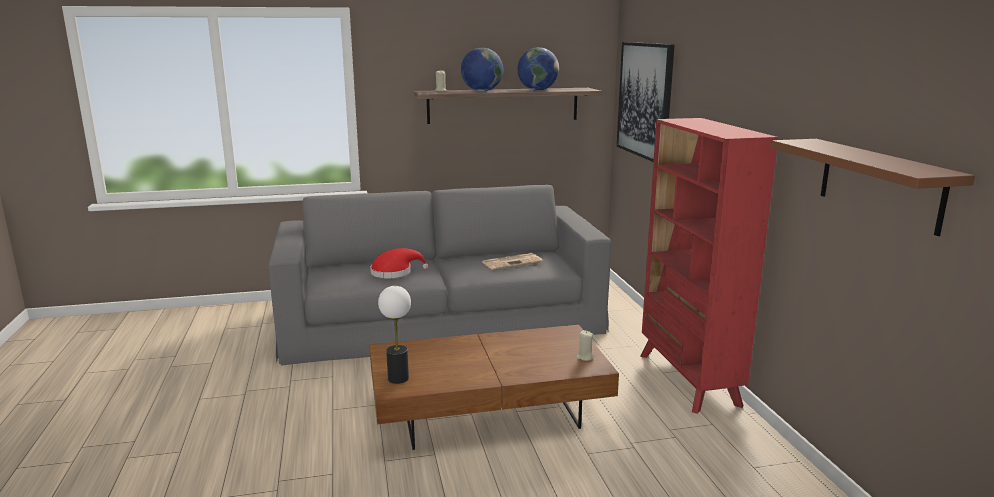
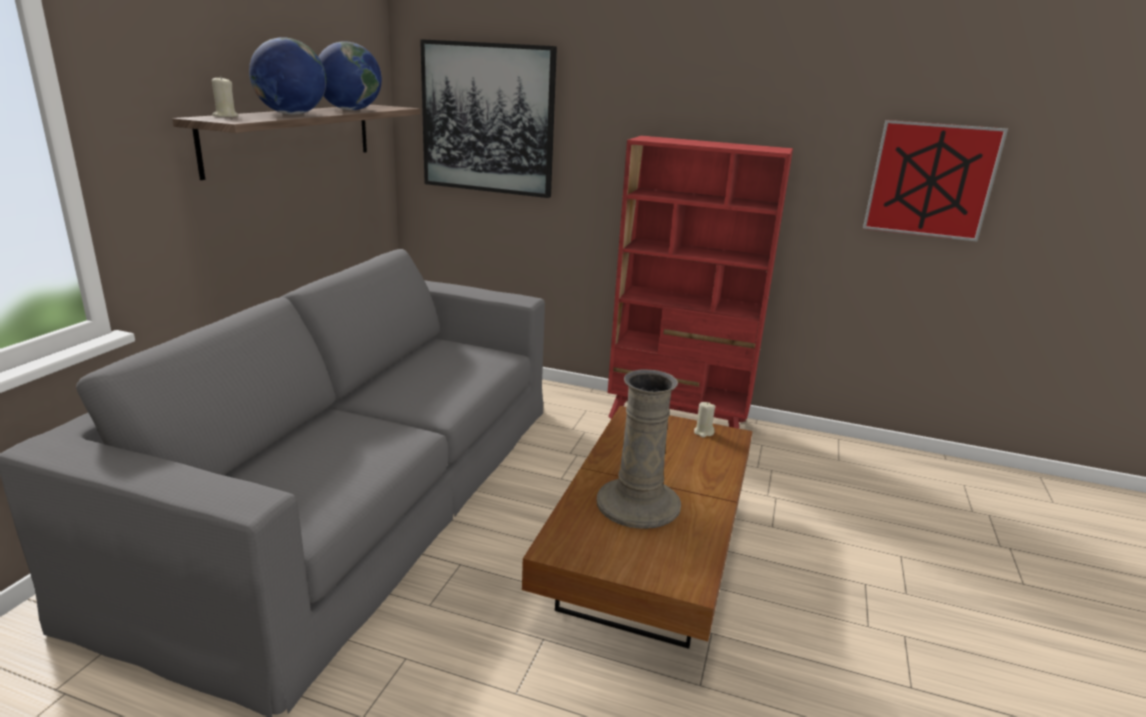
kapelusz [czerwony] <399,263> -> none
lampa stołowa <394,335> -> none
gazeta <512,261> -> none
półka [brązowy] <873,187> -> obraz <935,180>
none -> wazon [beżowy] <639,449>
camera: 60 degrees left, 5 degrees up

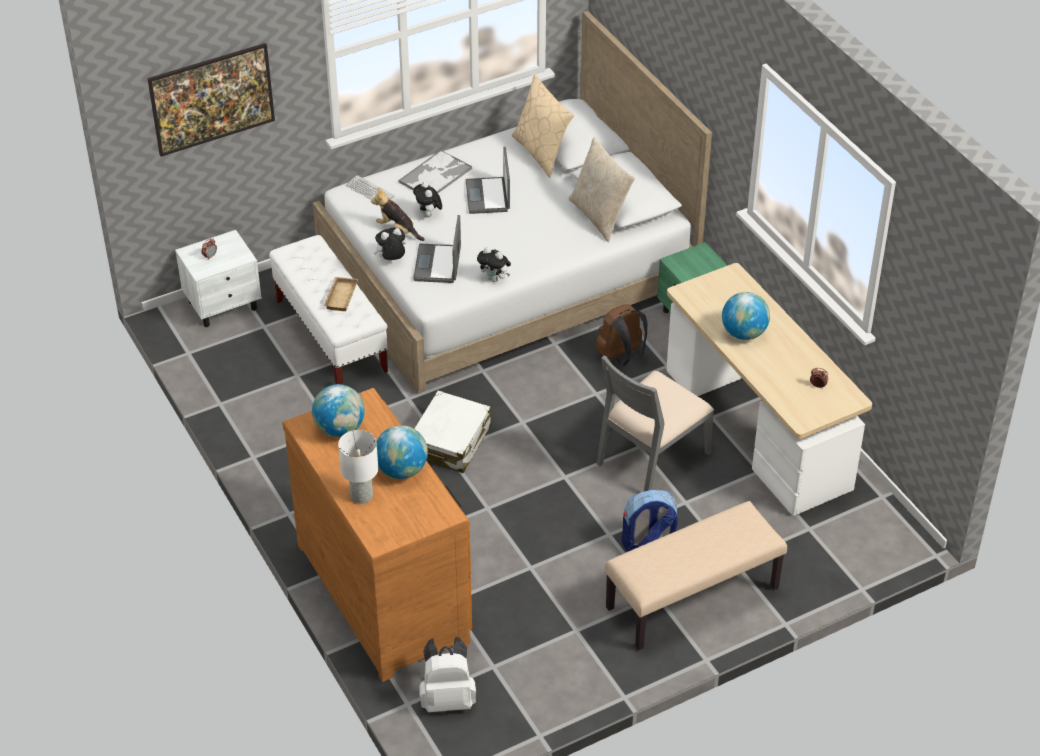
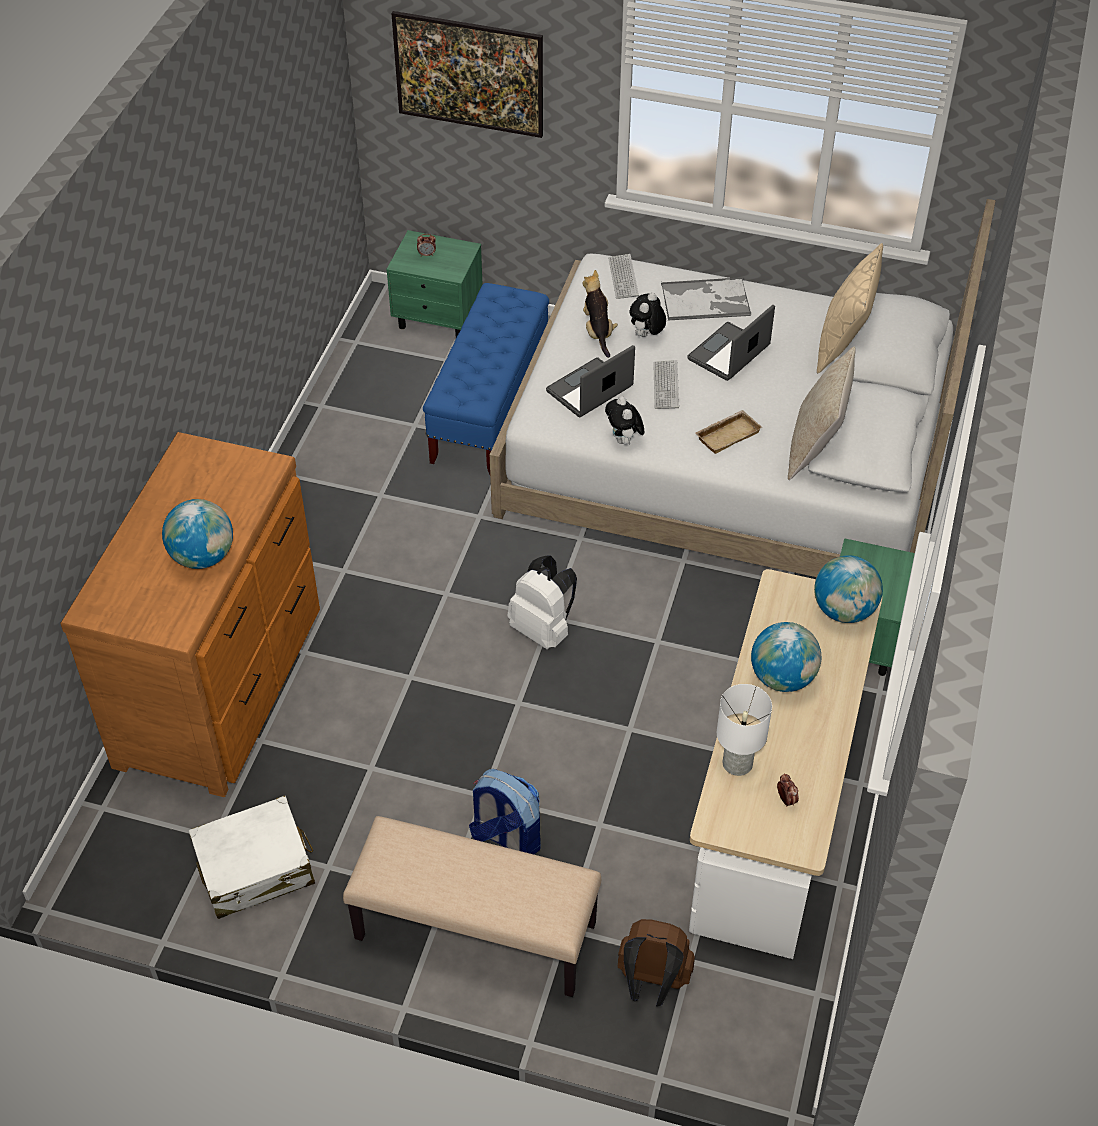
szafka nocna [biały] <218,278> -> szafka nocna [zielony] <434,284>
ławka [biały] <328,309> -> ławka [niebieski] <486,379>
globus <338,410> -> globus <848,589>, moved
taca [beżowy] <341,294> -> taca [beżowy] <729,432>, moved
lampa stołowa [biały] <358,467> -> lampa stołowa [biały] <744,730>, moved
pluszak <390,244> -> none
walizka [biały] <453,432> -> walizka [biały] <252,857>, moved
plecak [biały] <447,674> -> plecak [biały] <542,602>, moved
plecak [brązowy] <621,335> -> plecak [brązowy] <656,962>, moved
krzesło [szary] <655,423> -> none
none -> klawiatura <666,384>
camera: 45 degrees right, 5 degrees up

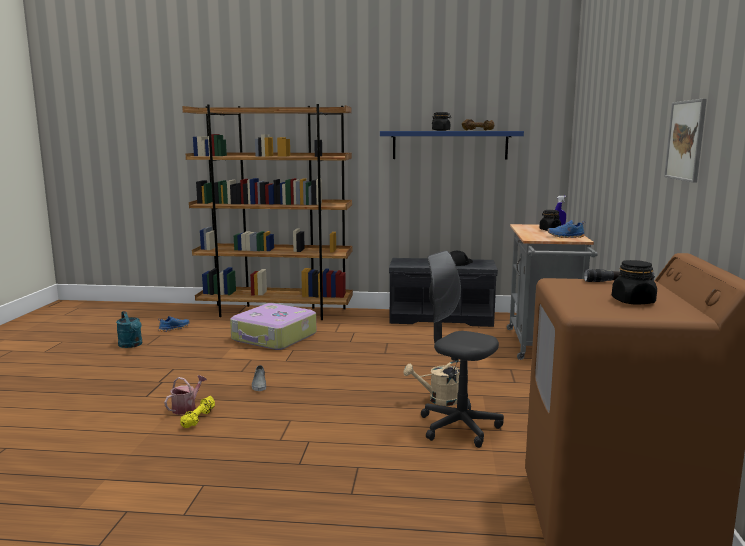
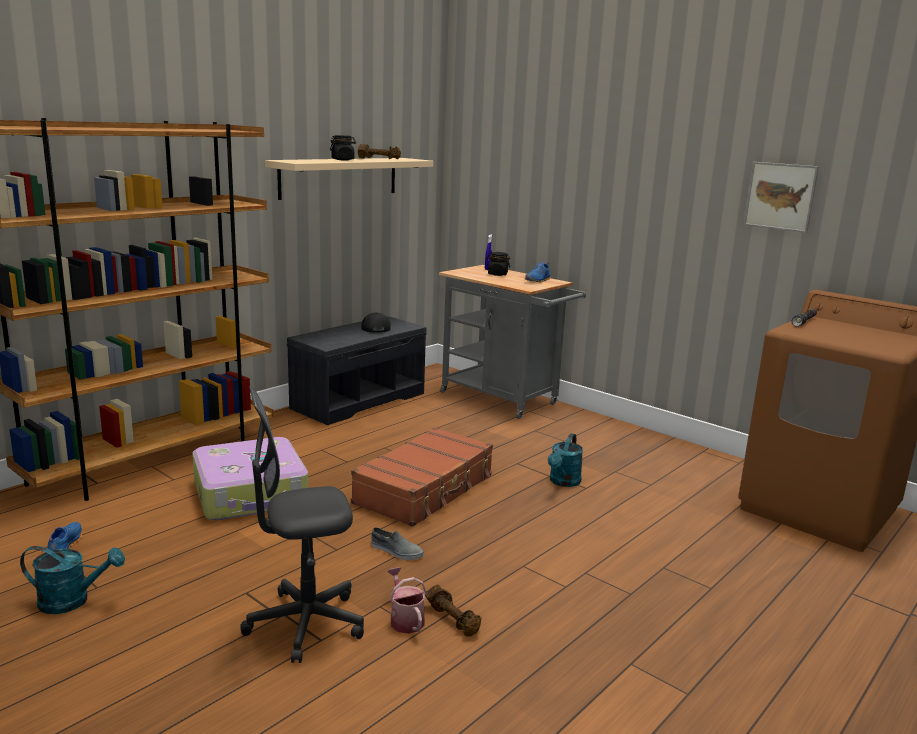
hantel [żółty] <197,412> -> hantel [brązowy] <453,611>
półka [niebieski] <452,145> -> półka [beżowy] <349,179>
konewka [beżowy] <436,383> -> konewka [turkusowy] <565,460>
krzesło biurowe [szary] <462,349> -> krzesło biurowe [szary] <302,524>, moved
słoik [czarny] <634,282> -> none
none -> walizka [brązowy] <422,477>
camera: 55 degrees left, 5 degrees up

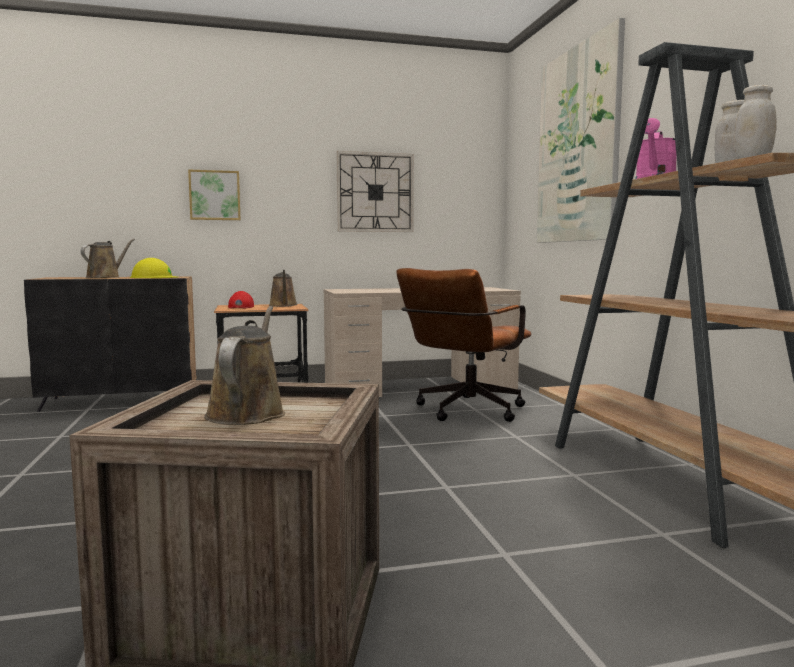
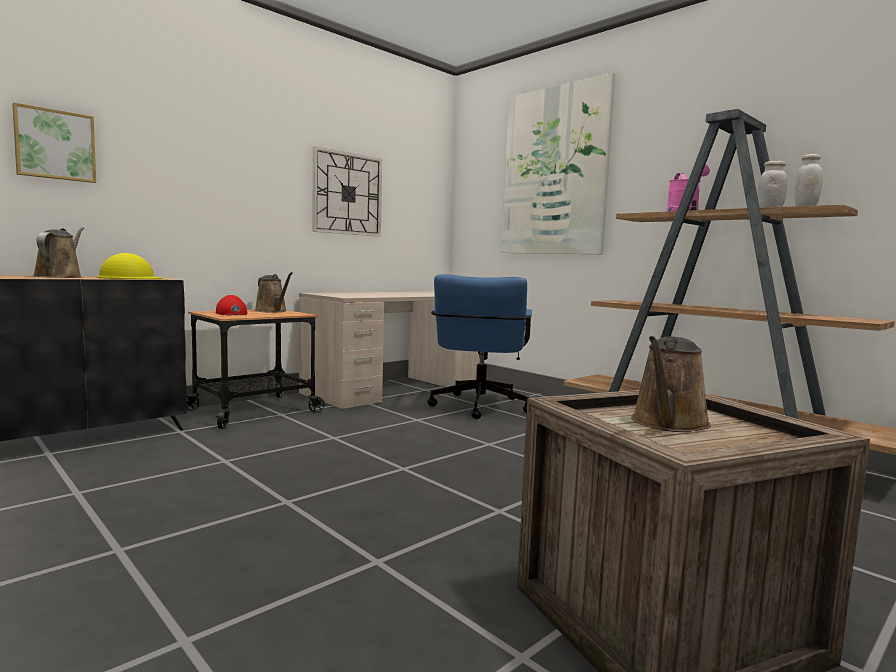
obraz <214,195> -> obraz <54,143>, moved
konewka [brązowy] <244,365> -> konewka [brązowy] <671,384>, 120 degrees counterclockwise
krzesło biurowe [brązowy] <463,345> -> krzesło biurowe [niebieski] <479,346>
camera: 30 degrees left, 0 degrees up

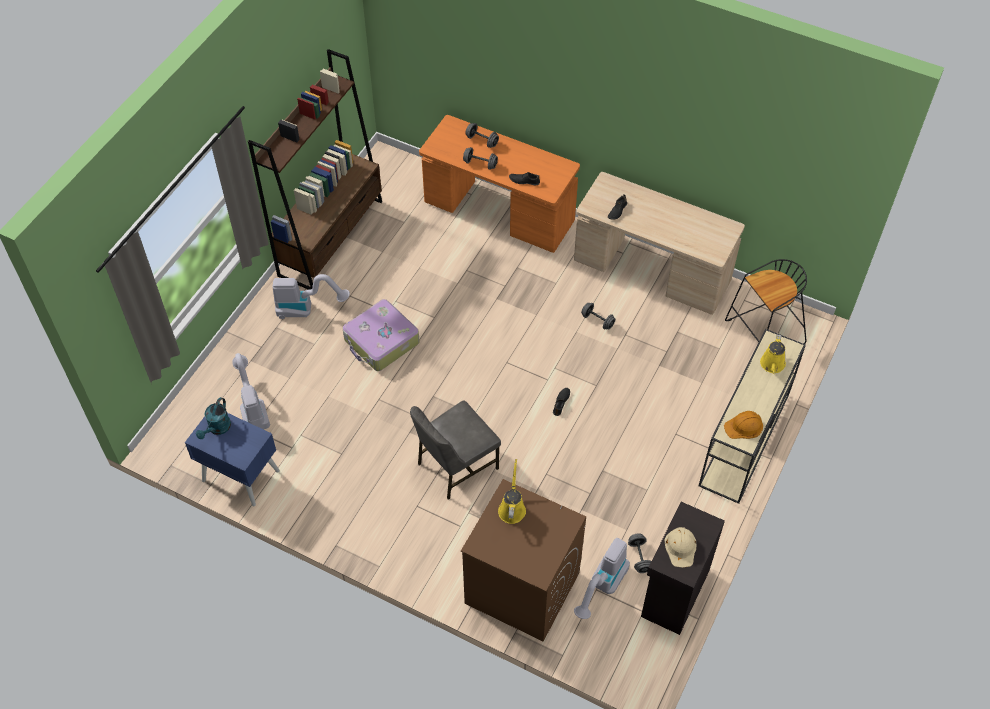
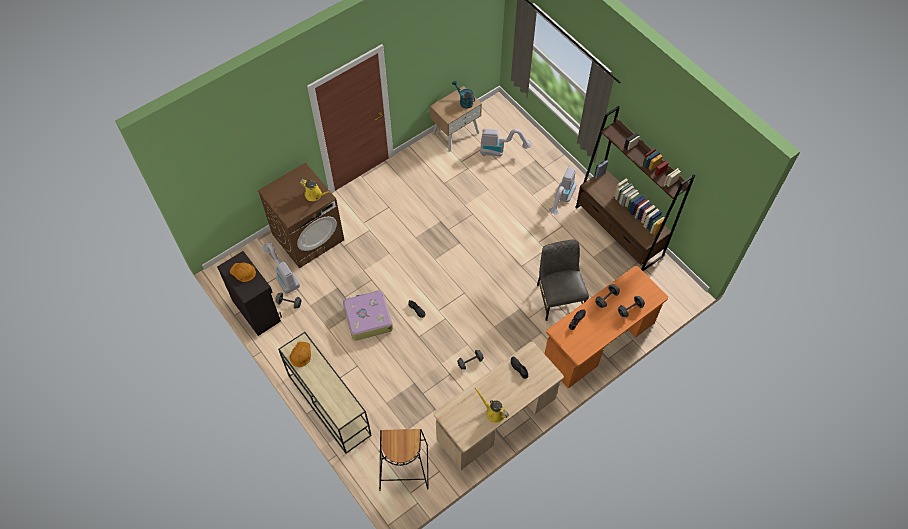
szafka nocna [niebieski] <232,460> -> szafka nocna [beżowy] <456,119>
walizka <381,335> -> walizka <368,315>, moved
krzesło [szary] <455,450> -> krzesło [szary] <563,280>, moved
kask [beżowy] <680,547> -> kask [pomarańczowy] <243,272>
konewka [żółty] <773,354> -> konewka [żółty] <491,405>, moved
camera: 115 degrees right, 5 degrees up

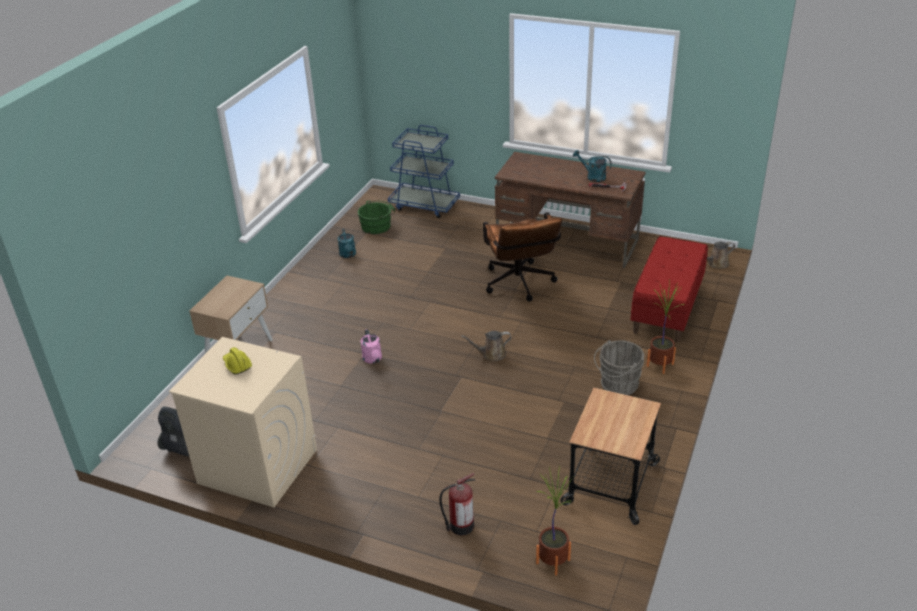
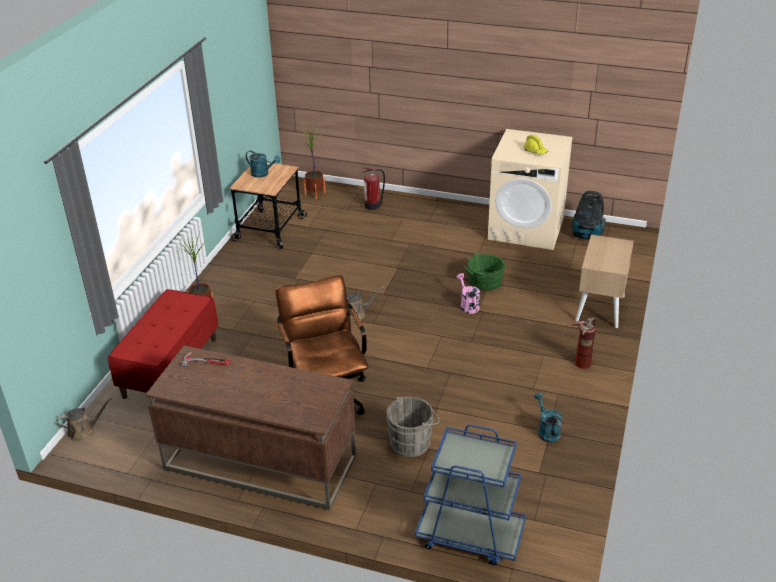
wiadro [zielony] <376,217> -> wiadro [zielony] <484,271>, moved
konewka [turkusowy] <592,166> -> konewka [turkusowy] <263,164>, moved
wiadro [szary] <619,367> -> wiadro [szary] <413,427>, moved
none -> gaśnica <583,343>
camera: 175 degrees right, 0 degrees up

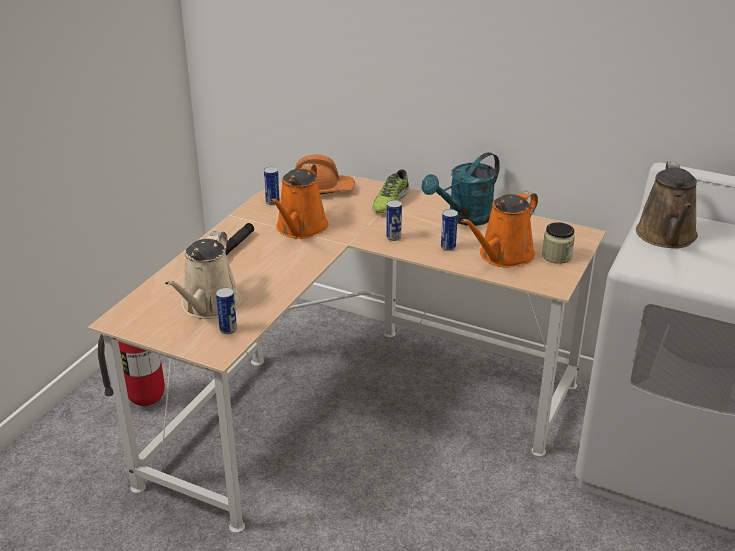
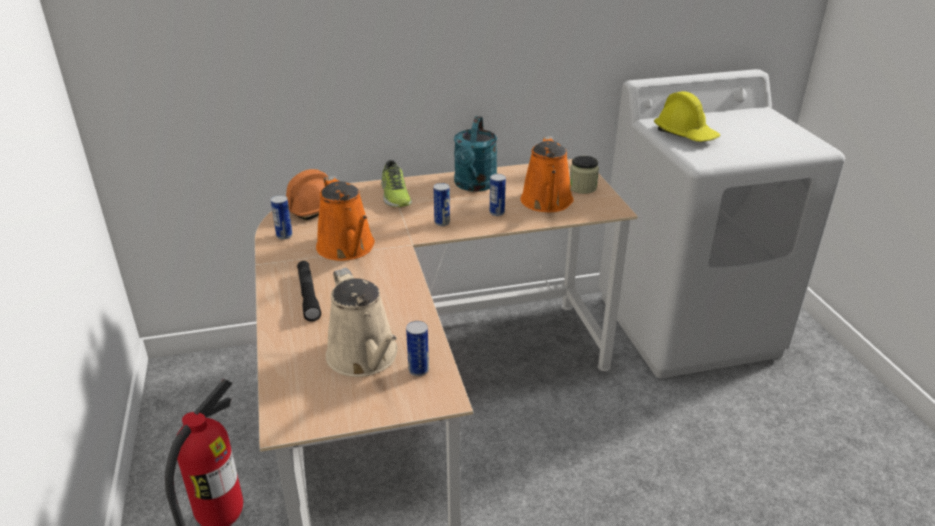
konewka [brązowy] <667,204> -> kask [żółty] <687,116>
camera: 40 degrees left, 0 degrees up

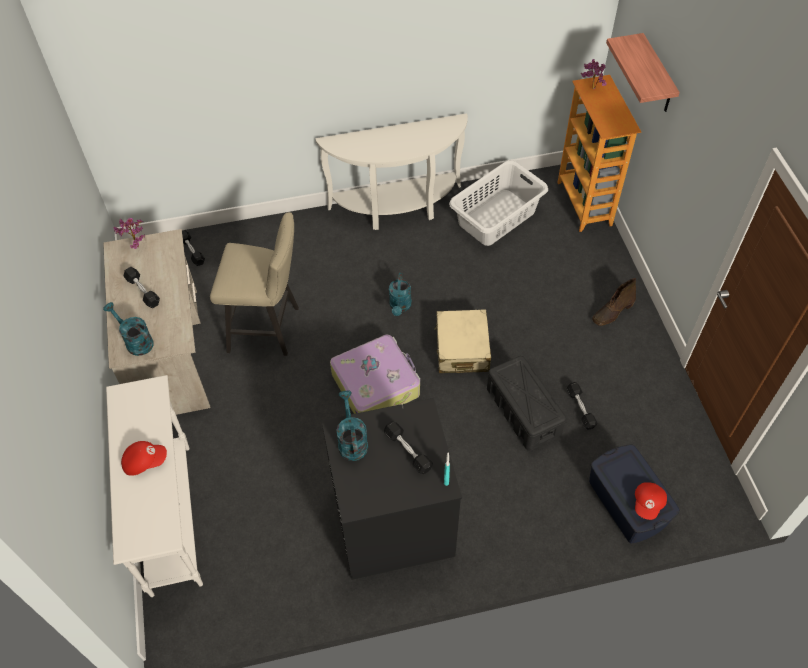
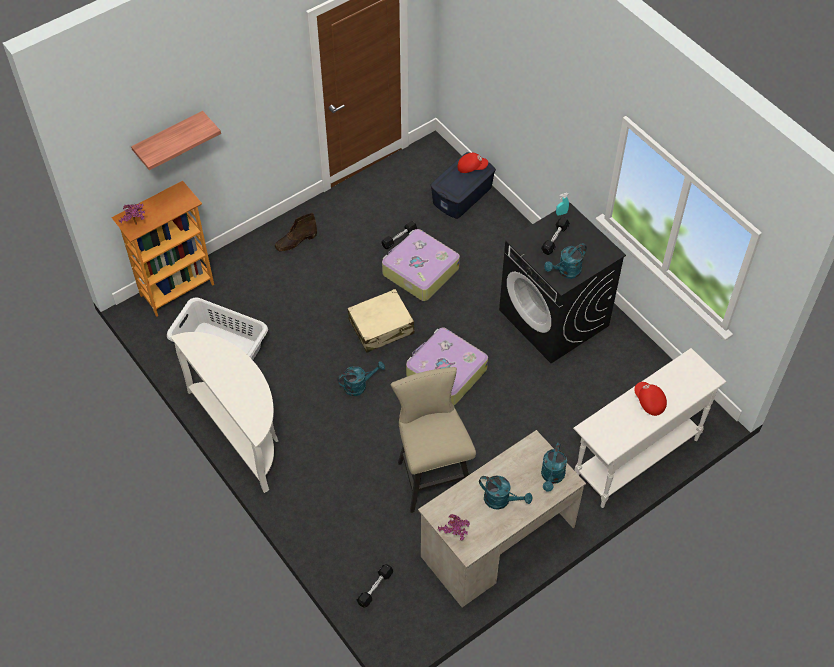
hantel [czarny] <142,287> -> konewka [turkusowy] <505,492>
pojemnik do przechowywania [czarny] <526,403> -> walizka <421,265>
but z cholewką [brązowy] <614,302> -> but z cholewką [brązowy] <296,232>, 120 degrees clockwise
camera: 115 degrees left, 0 degrees up

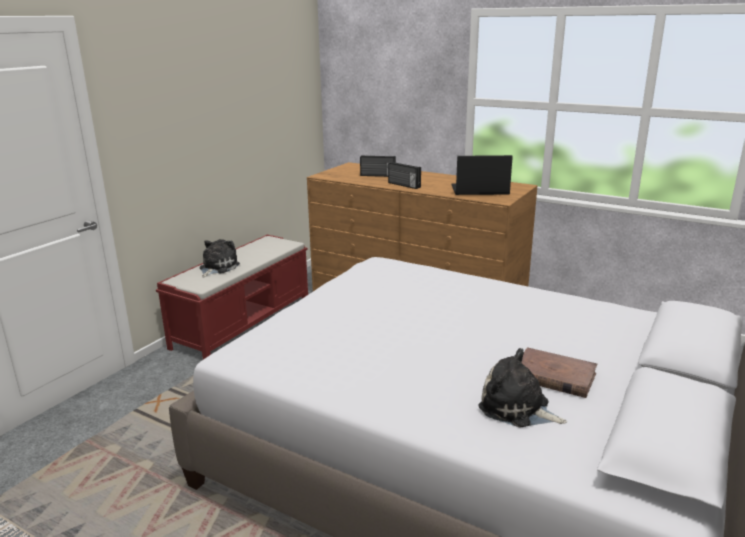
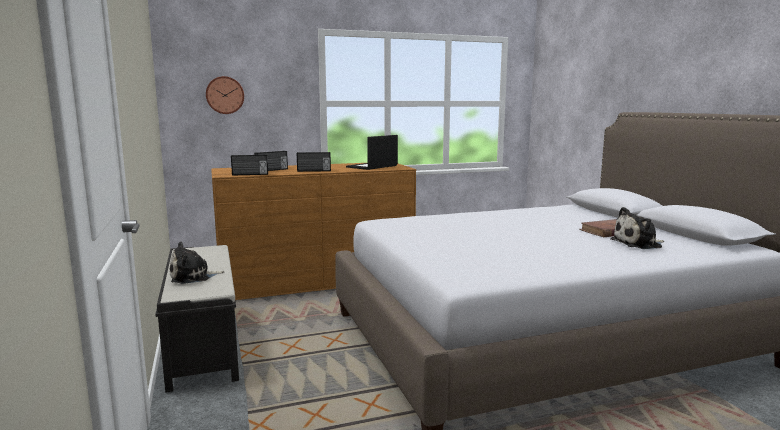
ławka [czerwony] <232,297> -> ławka [czarny] <197,319>
pluszak <219,258> -> pluszak <197,262>, 90 degrees counterclockwise
none -> zegar ścienny <225,95>
none -> radio <249,165>
camera: 50 degrees left, 10 degrees down

